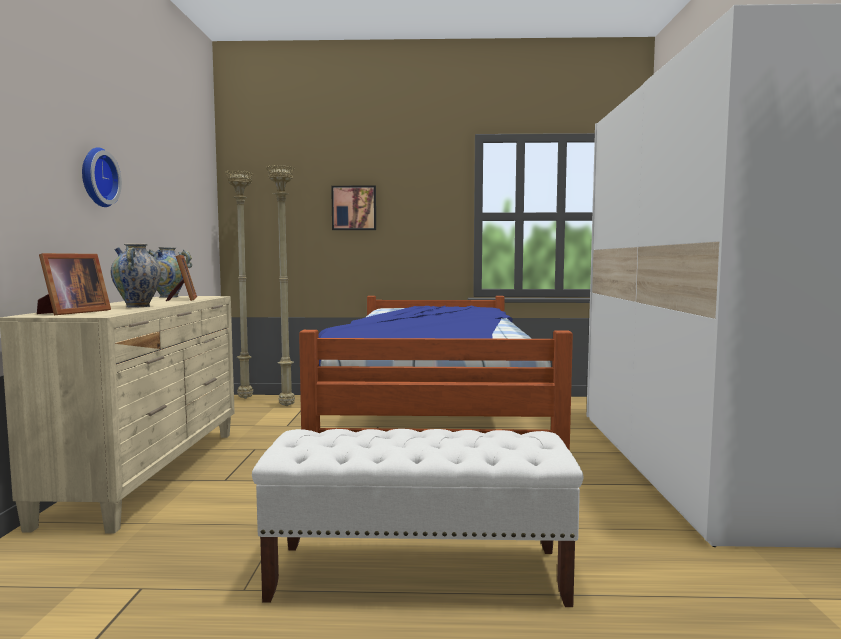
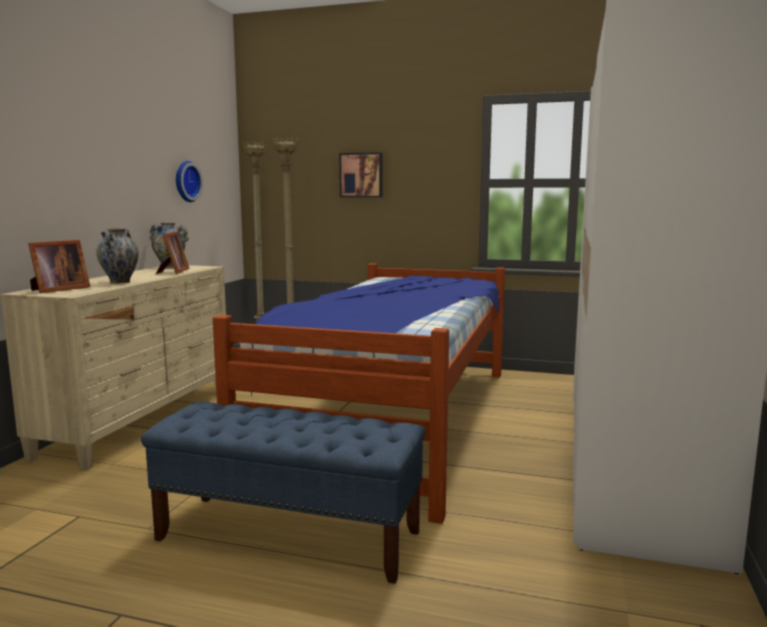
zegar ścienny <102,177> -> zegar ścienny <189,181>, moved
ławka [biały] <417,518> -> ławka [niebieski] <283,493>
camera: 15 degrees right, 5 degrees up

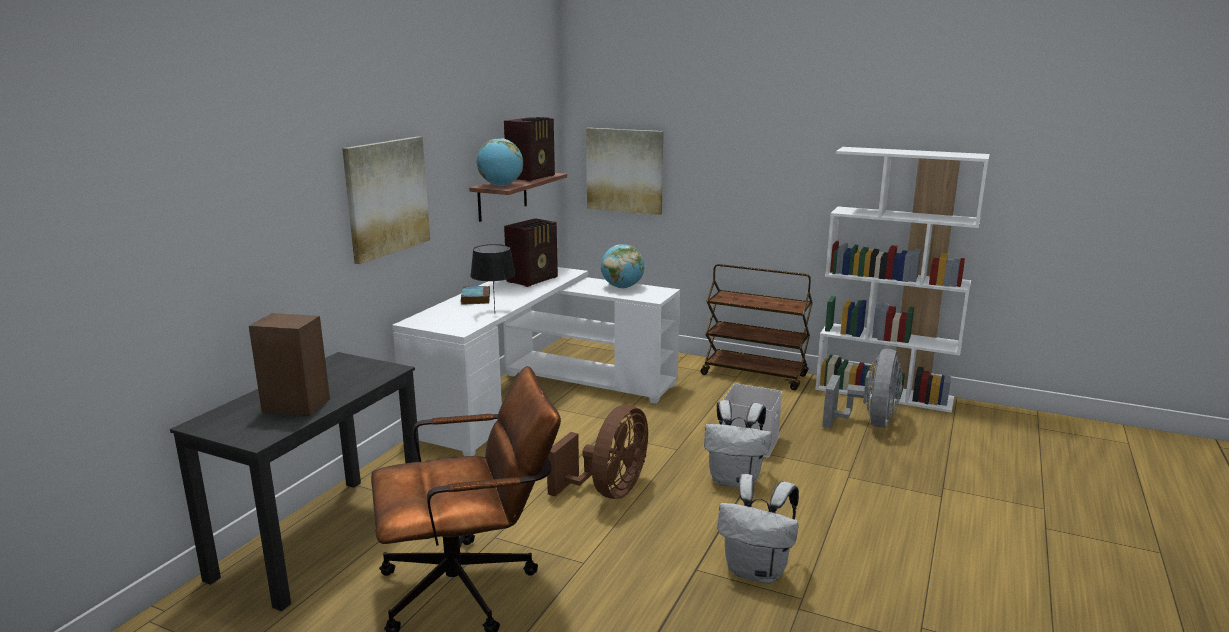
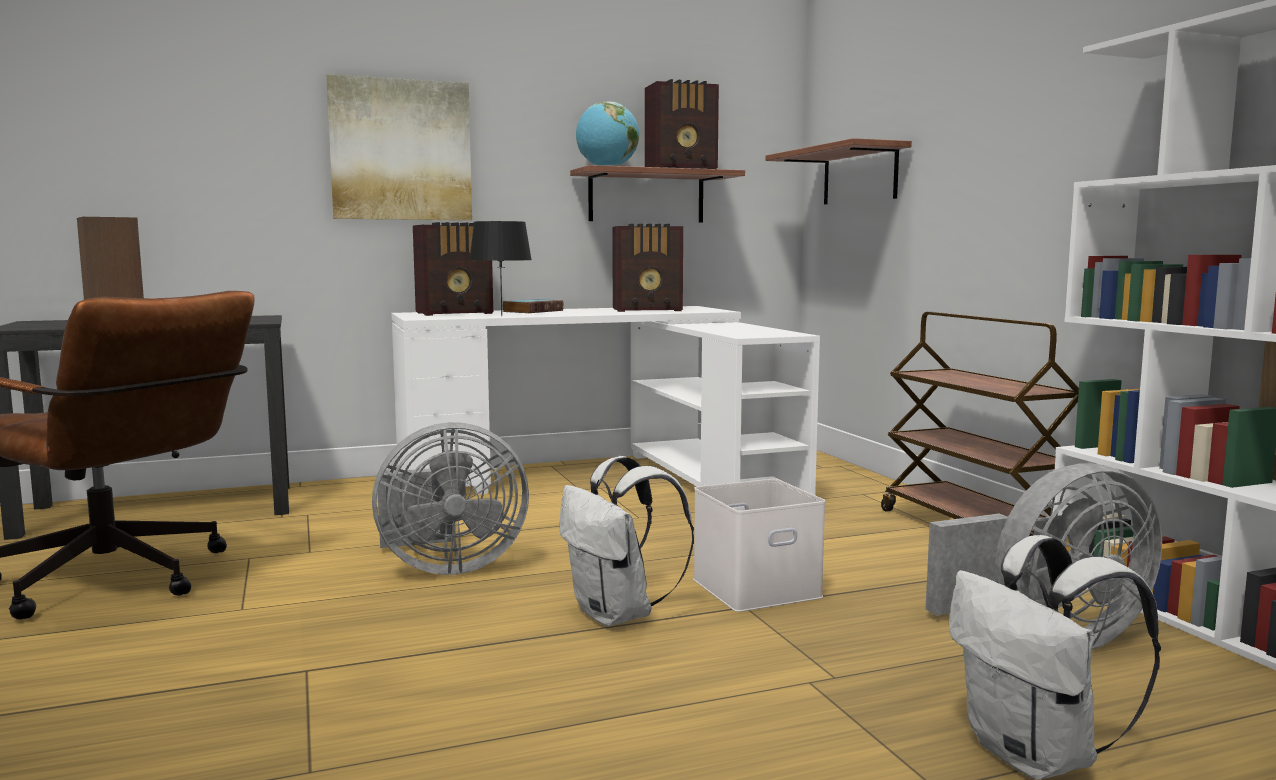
wentylator [brązowy] <597,452> -> wentylator [szary] <450,498>
obraz <625,171> -> półka <838,171>
globus <623,266> -> none
plecak [biały] <758,529> -> plecak [biały] <1055,657>, moved
none -> radio <453,269>
camera: 45 degrees right, 10 degrees down

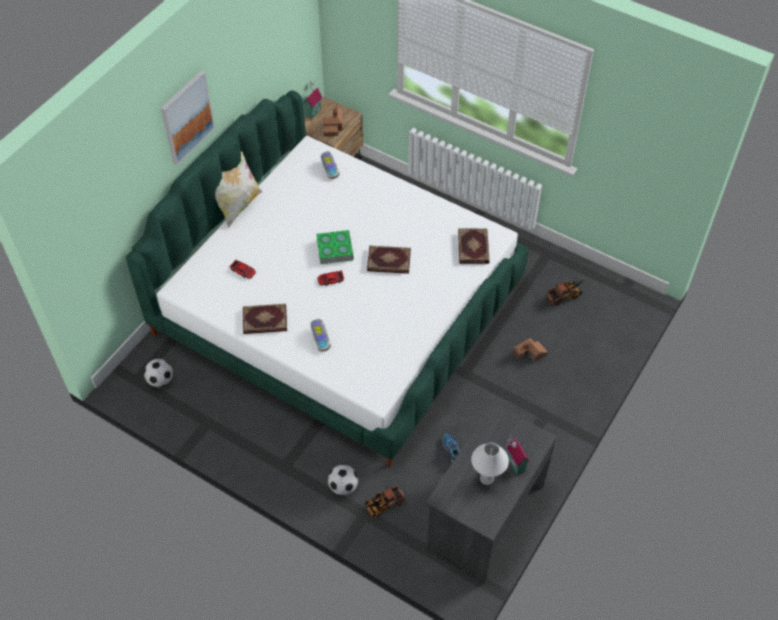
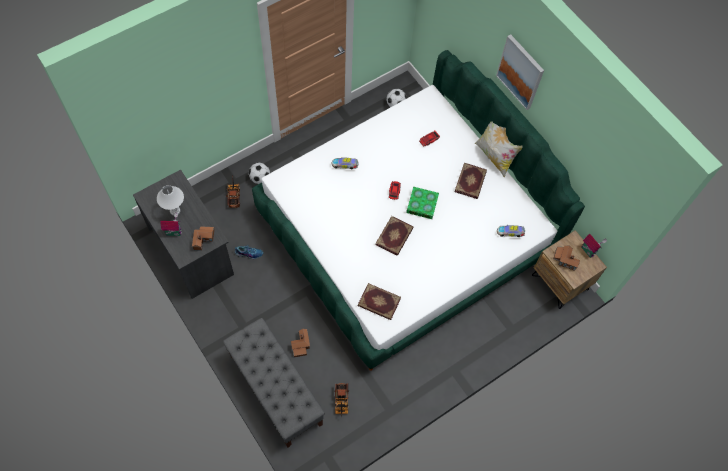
książka <265,319> -> książka <471,181>, moved
none -> domek <203,238>
none -> ławka [szary] <274,383>
camera: 110 degrees right, 10 degrees up

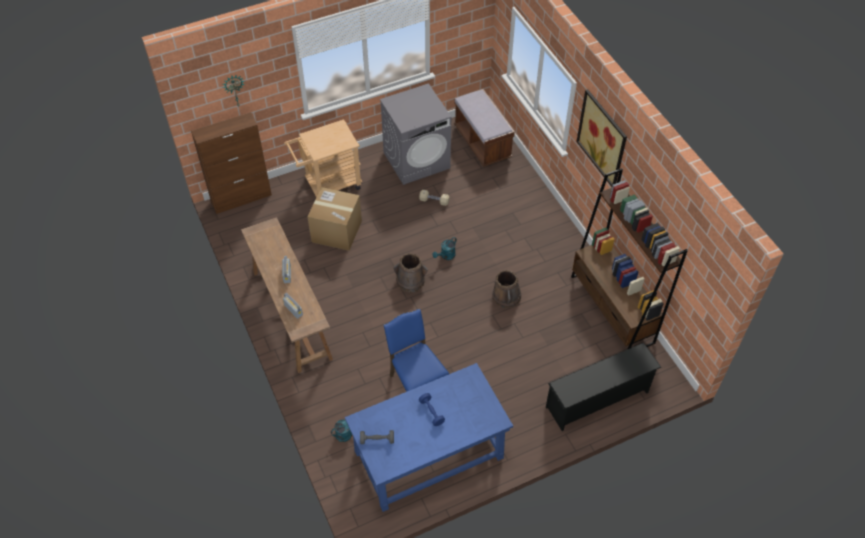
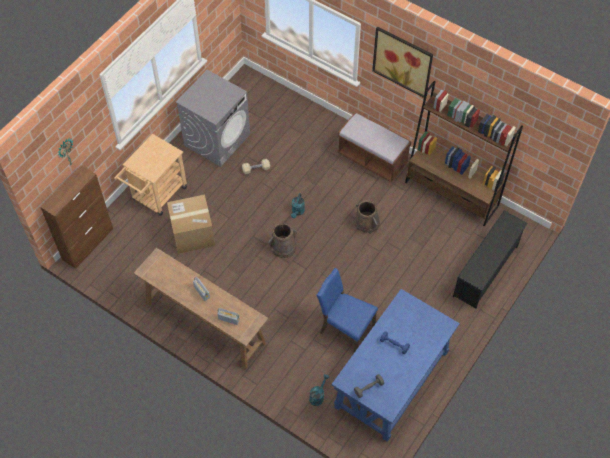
ławka [brązowy] <484,127> -> ławka [brązowy] <374,147>, moved
camera: 30 degrees left, 5 degrees up

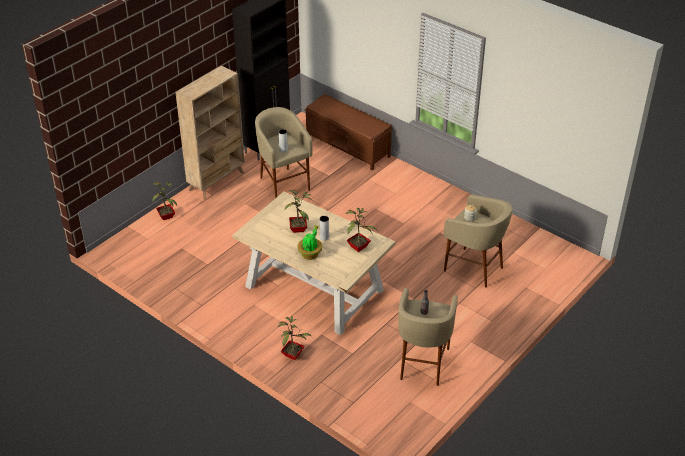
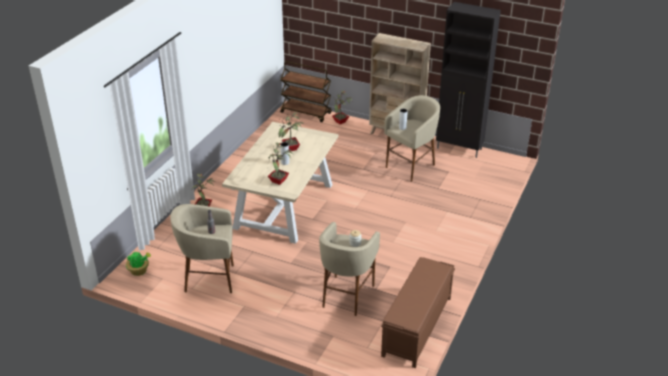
roślina doniczkowa <310,242> -> roślina doniczkowa <138,264>, moved
ławka [brązowy] <349,132> -> ławka [brązowy] <418,312>, moved
none -> wózek [brązowy] <306,91>
camera: 75 degrees right, 5 degrees down

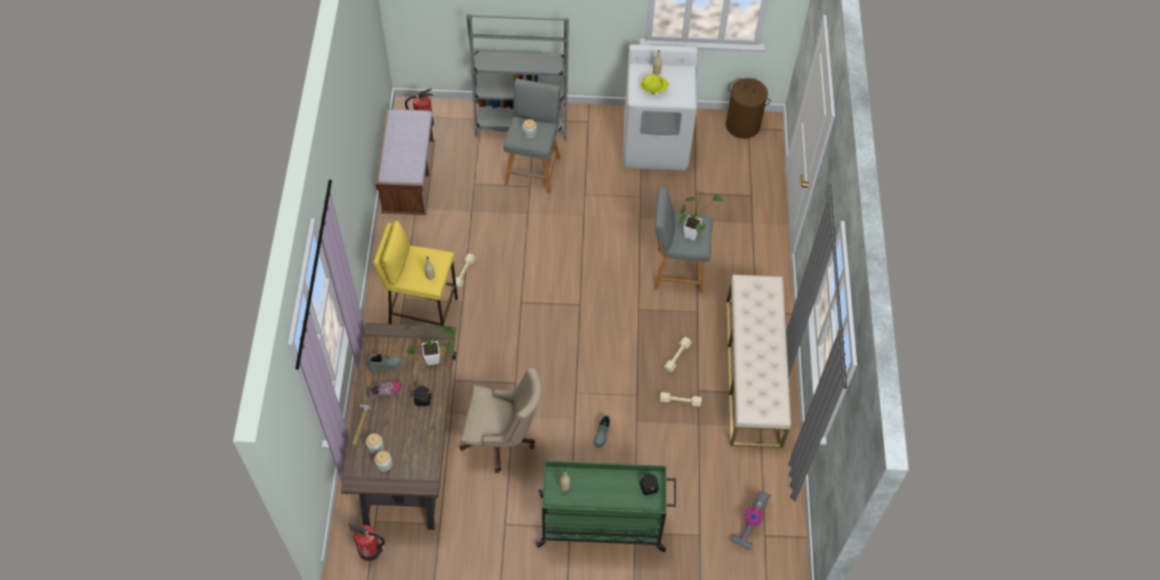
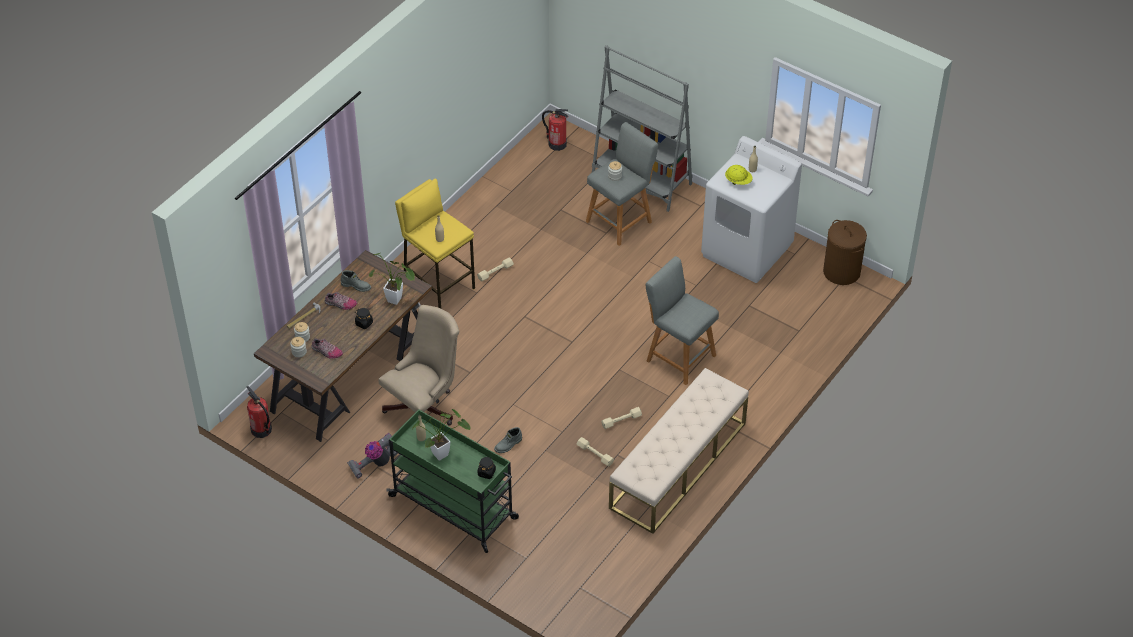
ławka [brązowy] <405,162> -> none
krzesło biurowe [beżowy] <501,420> -> krzesło biurowe [beżowy] <419,365>, 90 degrees counterclockwise
roślina doniczkowa <701,215> -> roślina doniczkowa <441,435>, moved
odkurzacz <751,520> -> odkurzacz <372,455>, moved
none -> but <327,348>
camera: 35 degrees right, 10 degrees down

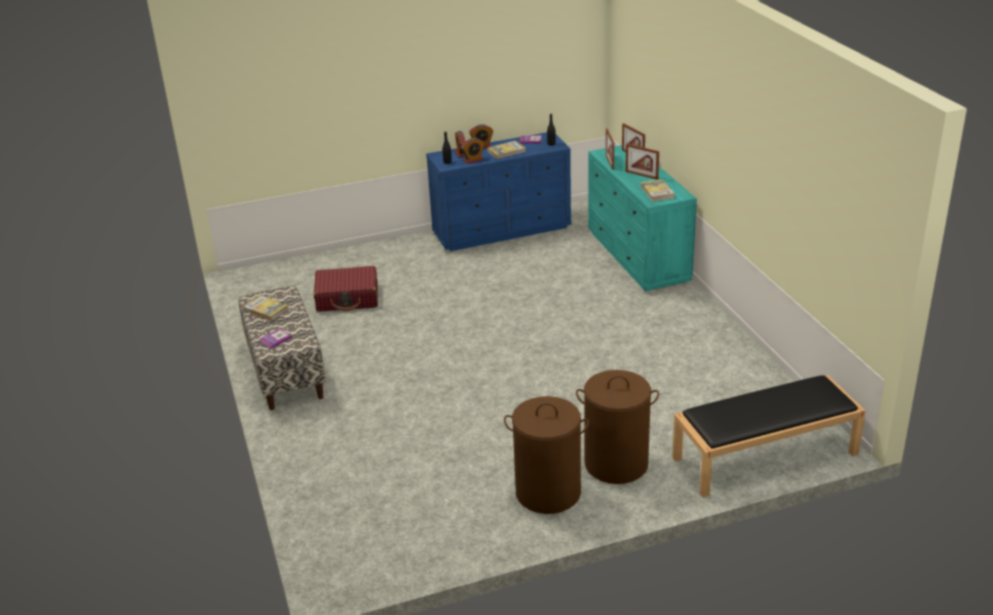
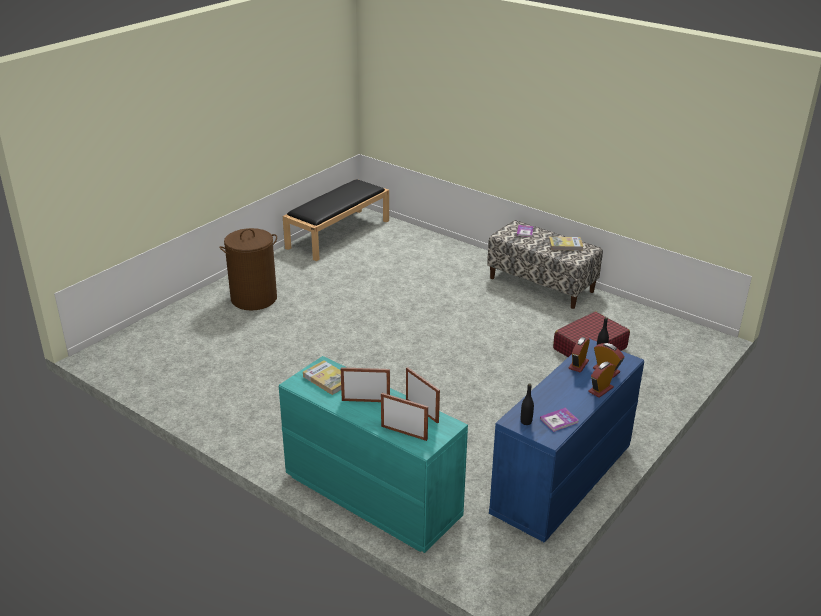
książka <506,150> -> none
kosz na pranie [brązowy] <546,455> -> none
ławka [czarny] <769,436> -> ławka [czarny] <336,220>, moved
camera: 145 degrees right, 0 degrees up

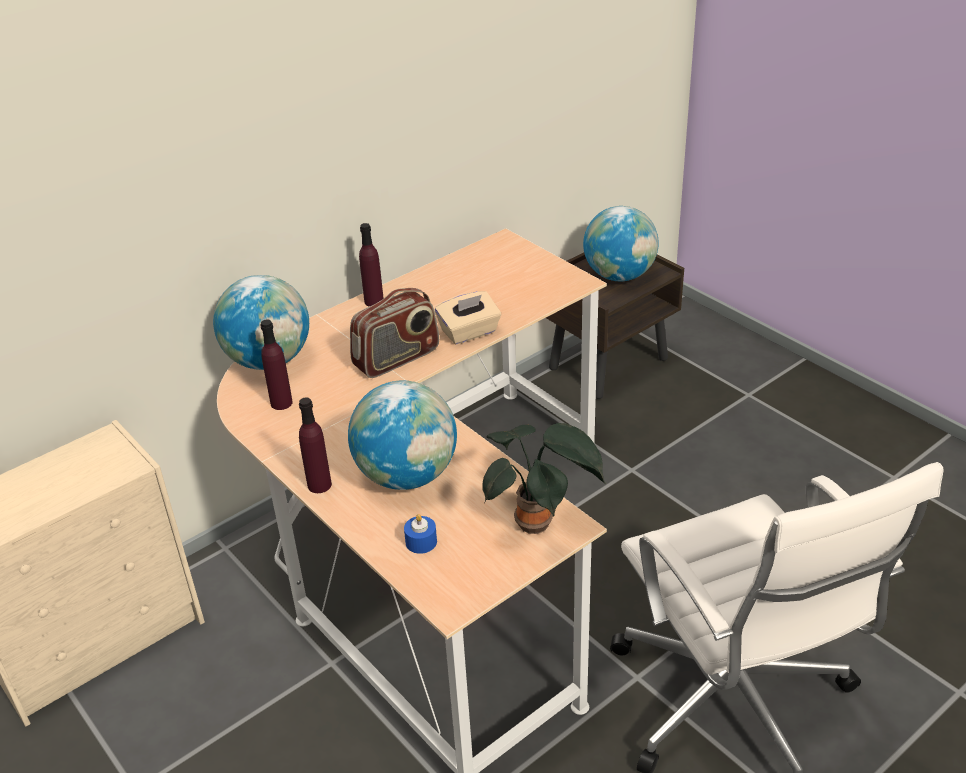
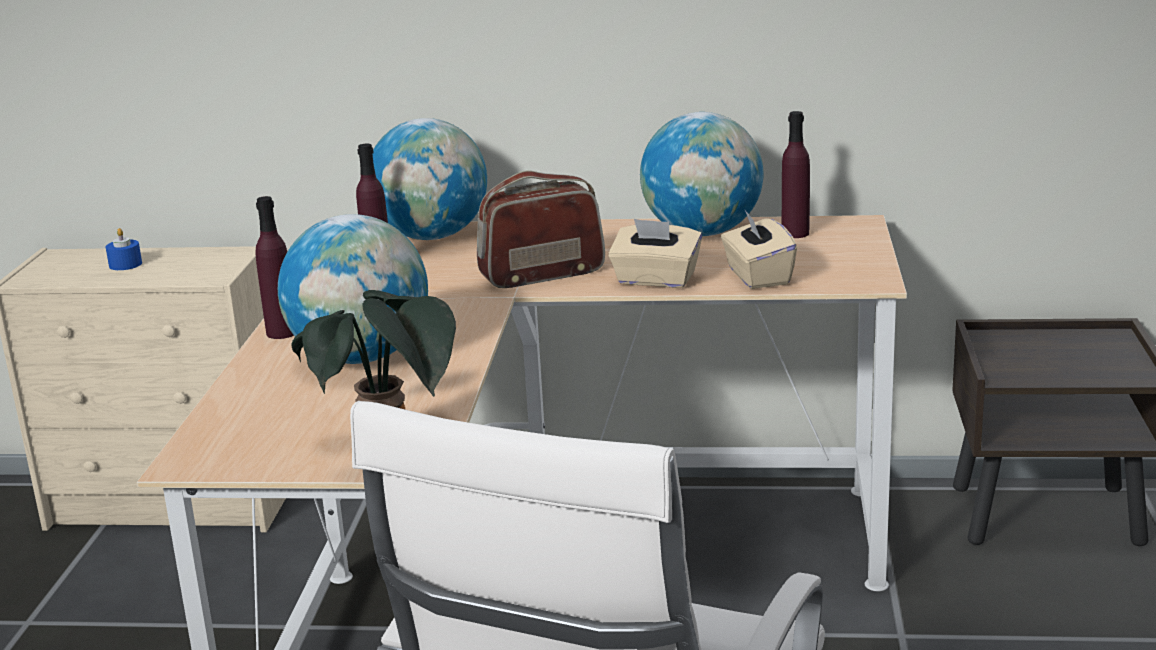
radio <394,333> -> radio <541,229>, 150 degrees clockwise
butelka [fioletowy] <371,265> -> butelka [fioletowy] <796,174>, moved
świeca [niebieski] <420,534> -> świeca [niebieski] <124,249>, moved
globus <621,243> -> globus <701,174>, moved
none -> pudełko chusteczek [beżowy] <759,249>
camera: 45 degrees right, 15 degrees down

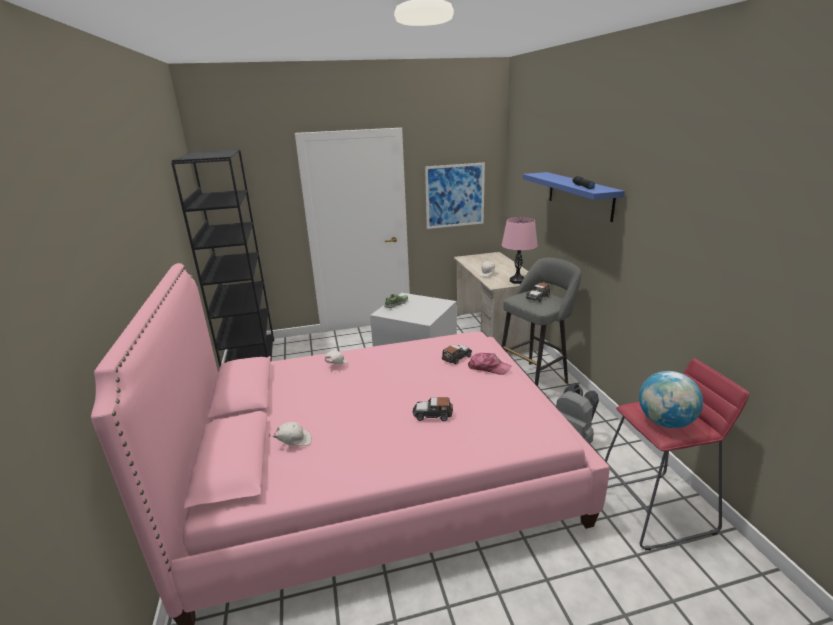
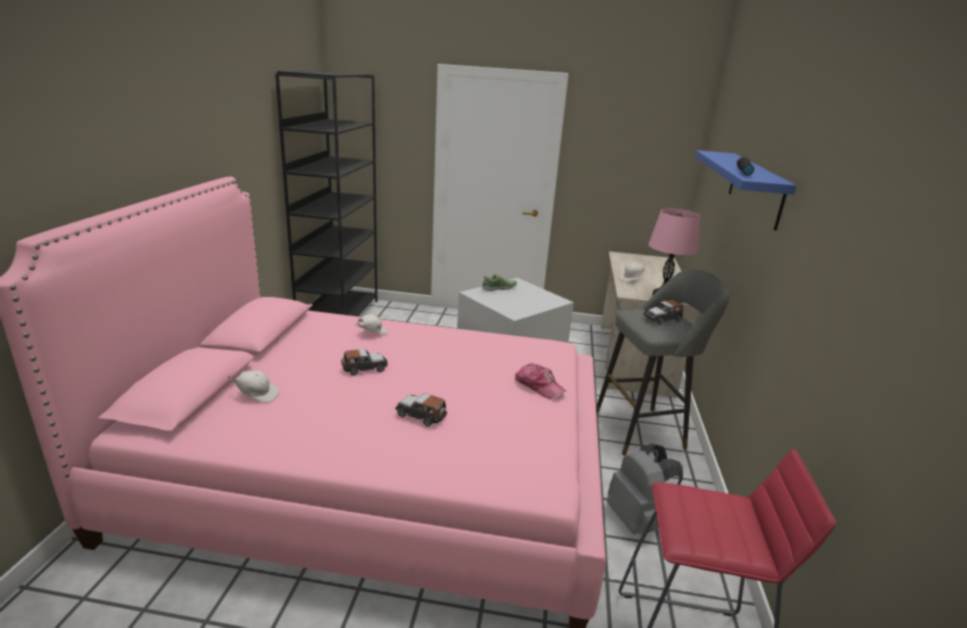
obraz <455,196> -> none
samochodzik <457,354> -> samochodzik <364,362>, moved
globus <671,399> -> none
camera: 20 degrees right, 0 degrees up

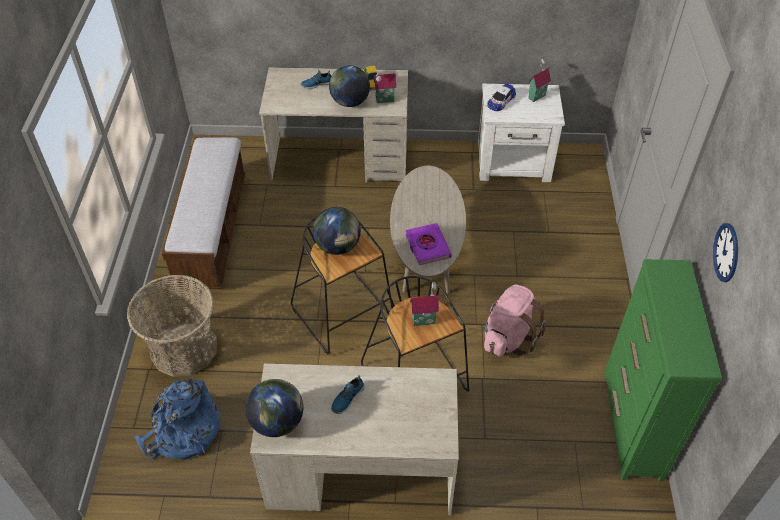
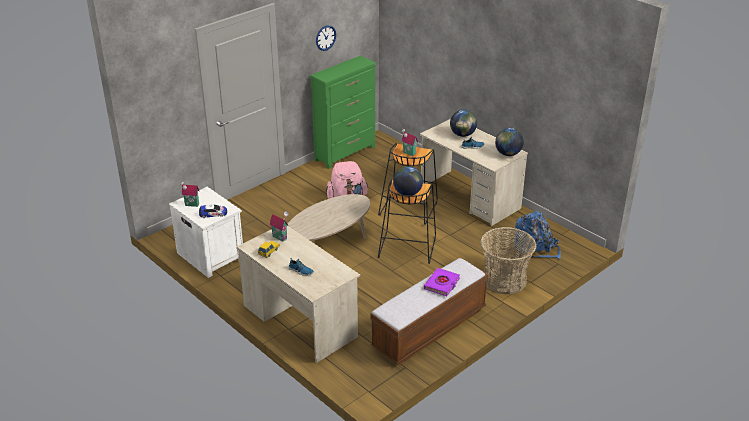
globus <349,86> -> globus <463,123>, moved
książka [fioletowy] <429,244> -> książka [fioletowy] <442,282>, moved
camera: 135 degrees left, 15 degrees down

